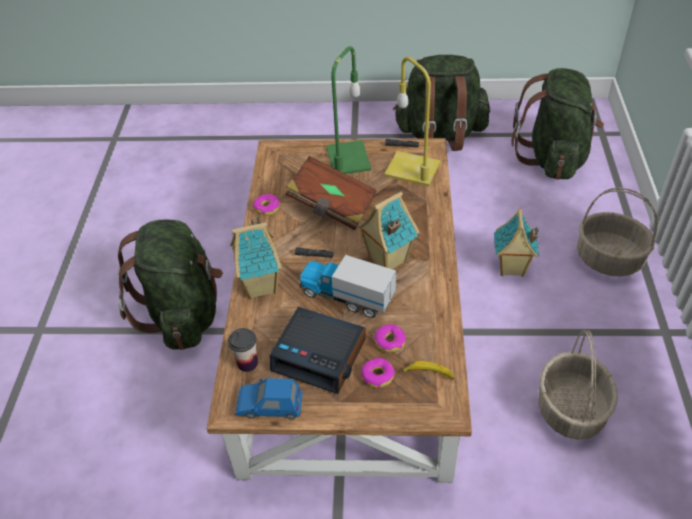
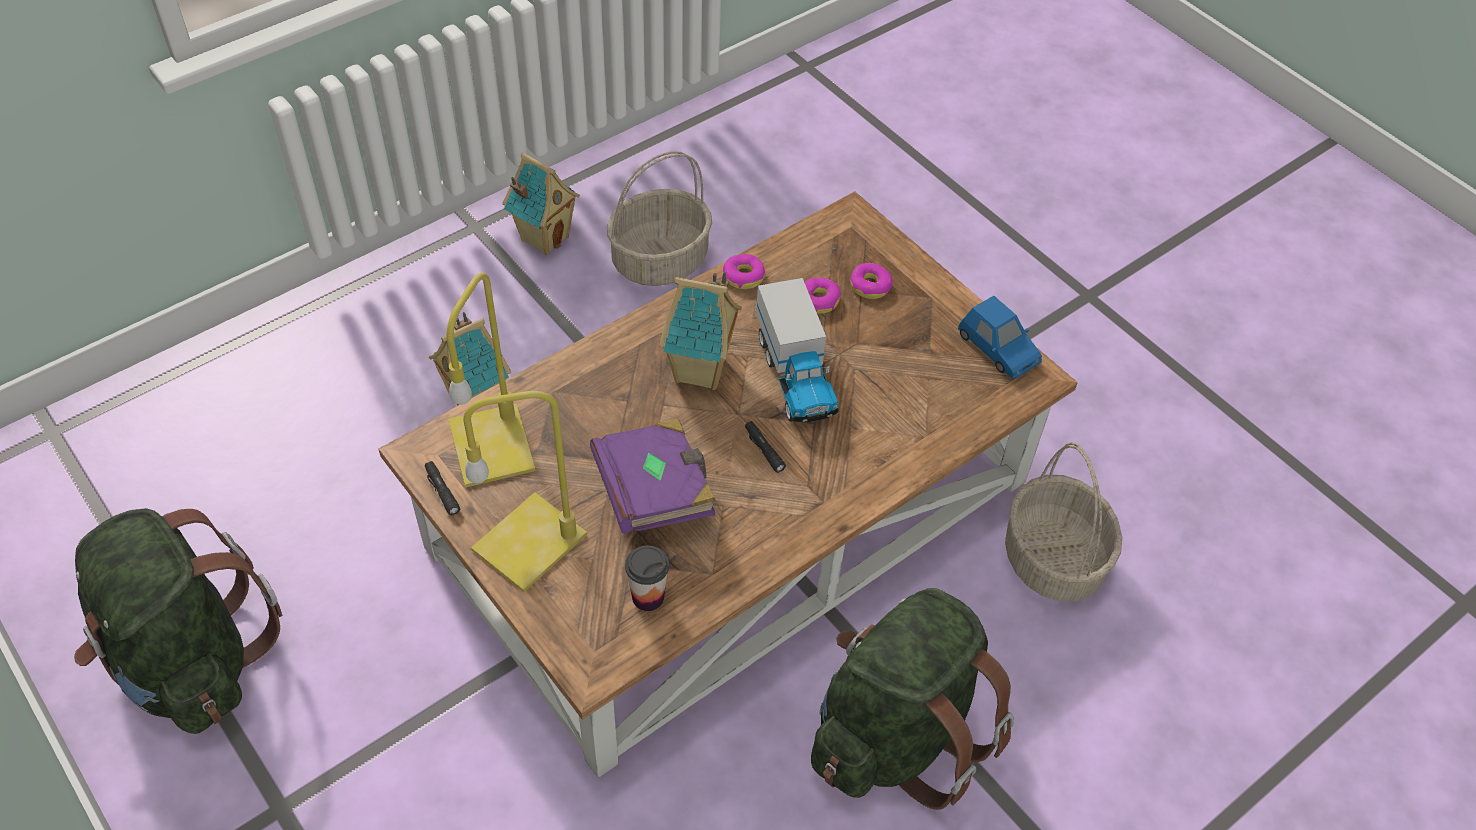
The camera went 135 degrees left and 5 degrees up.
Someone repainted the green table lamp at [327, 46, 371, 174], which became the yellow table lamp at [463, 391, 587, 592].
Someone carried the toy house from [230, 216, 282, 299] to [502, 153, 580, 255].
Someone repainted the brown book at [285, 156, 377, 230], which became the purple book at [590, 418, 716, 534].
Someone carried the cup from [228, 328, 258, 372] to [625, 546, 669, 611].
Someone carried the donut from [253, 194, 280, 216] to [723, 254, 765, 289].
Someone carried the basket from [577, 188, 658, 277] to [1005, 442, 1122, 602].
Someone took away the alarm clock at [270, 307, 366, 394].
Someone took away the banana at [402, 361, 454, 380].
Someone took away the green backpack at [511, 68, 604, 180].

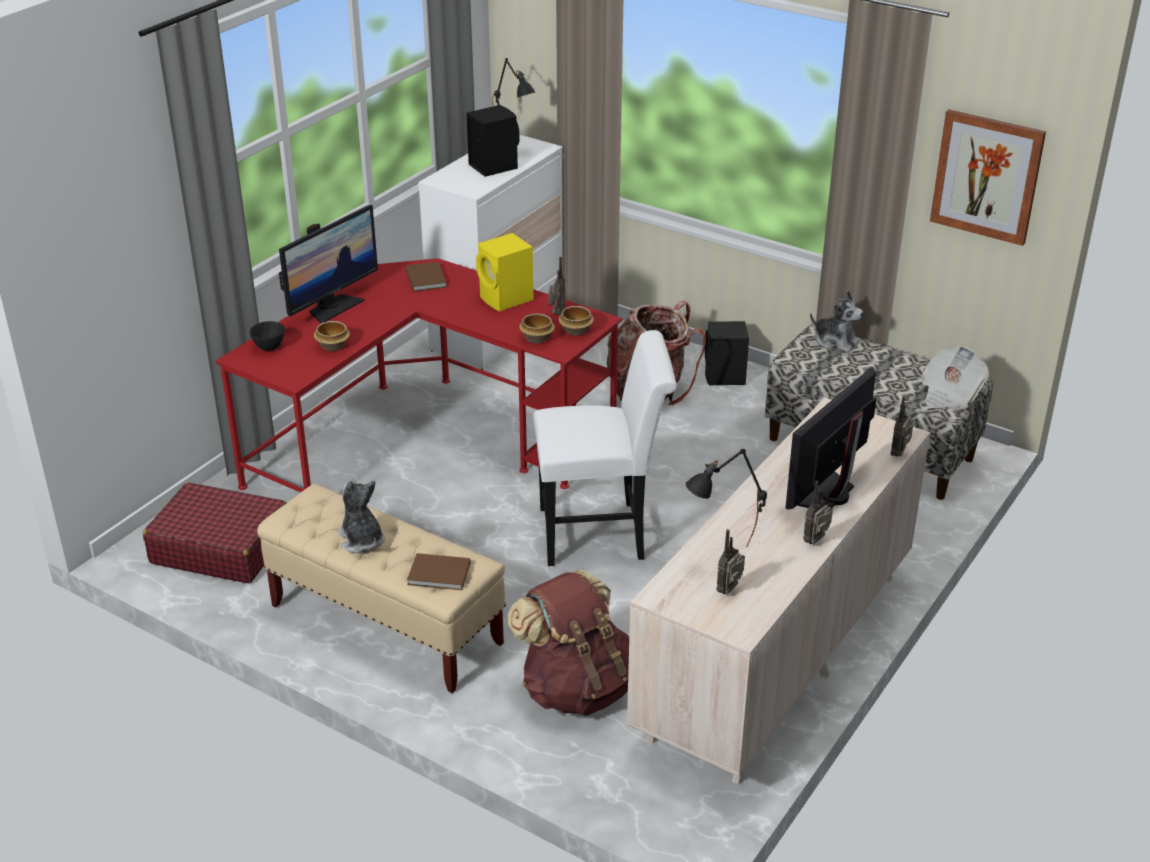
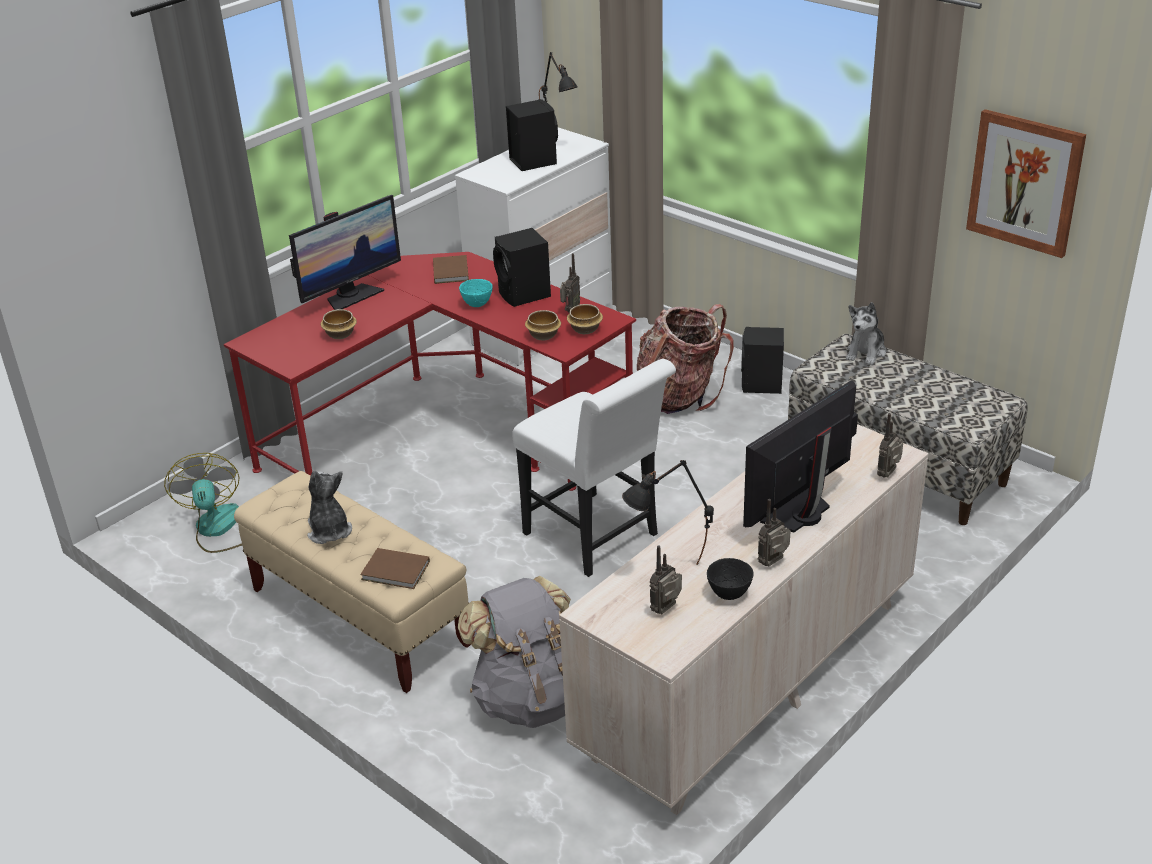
The camera went 10 degrees right and 0 degrees up.
Someone swapped the red suitcase at [143, 483, 286, 583] for the fan at [164, 453, 242, 553].
Someone repainted the brown backpack at [508, 570, 629, 715], which became the grey backpack at [458, 576, 571, 728].
Someone put down the turquoise bowl at [459, 279, 493, 307].
Someone repainted the yellow speaker at [476, 233, 533, 311], which became the black speaker at [493, 228, 551, 307].
Someone rotated the white chair at [533, 330, 677, 566] by 45 degrees clockwise.
Someone carried the black bowl from [250, 321, 285, 351] to [707, 558, 754, 600].
Someone rotated the plush toy at [810, 290, 863, 353] by 75 degrees clockwise.
Someone took away the newspaper at [922, 346, 989, 409].

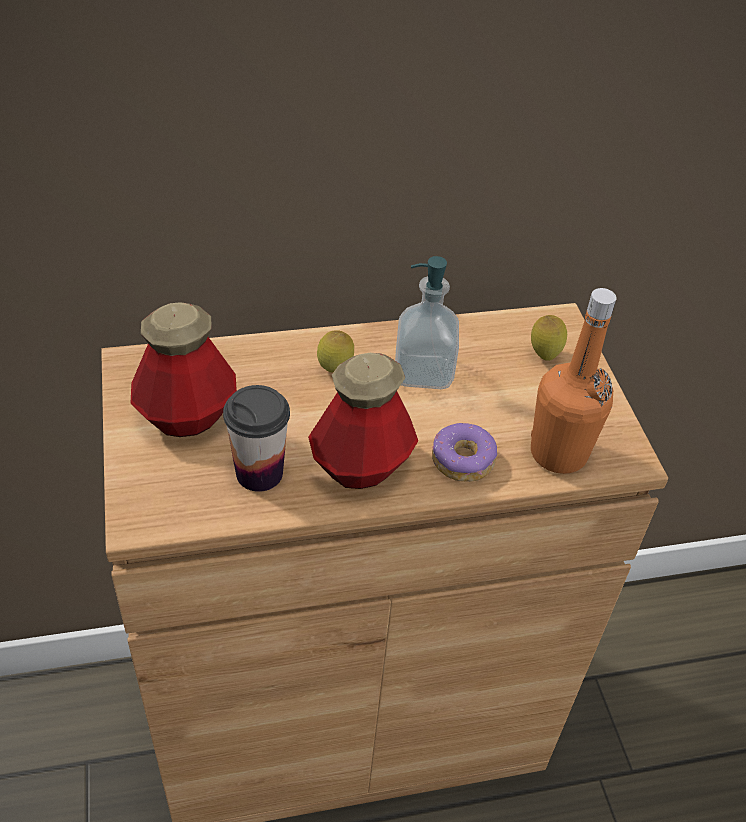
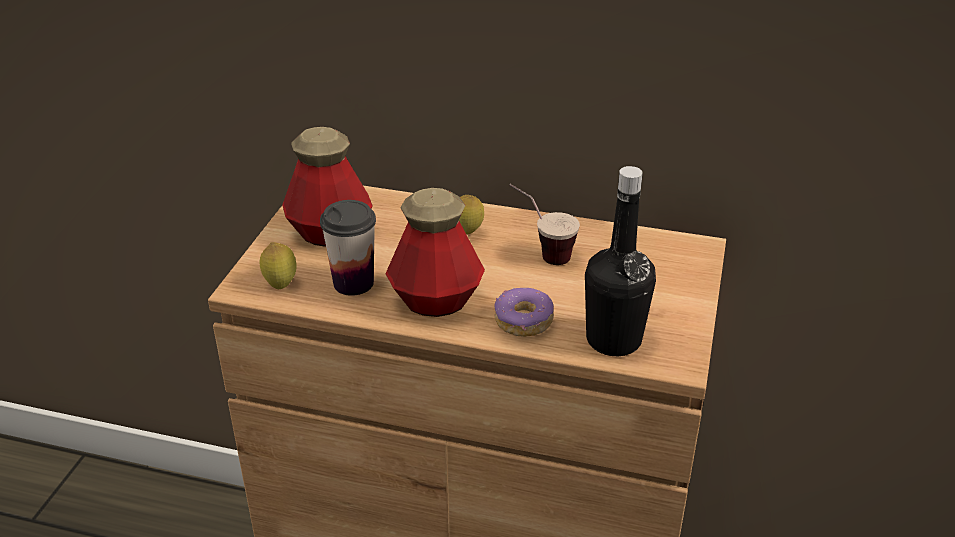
The camera went 30 degrees right and 10 degrees down.
Someone carried the lemon from [531, 315, 567, 361] to [260, 242, 297, 289].
Someone swapped the soap dispenser at [395, 256, 459, 389] for the cup at [509, 184, 580, 265].
Someone repainted the orange bottle at [531, 288, 617, 474], which became the black bottle at [585, 166, 656, 356].

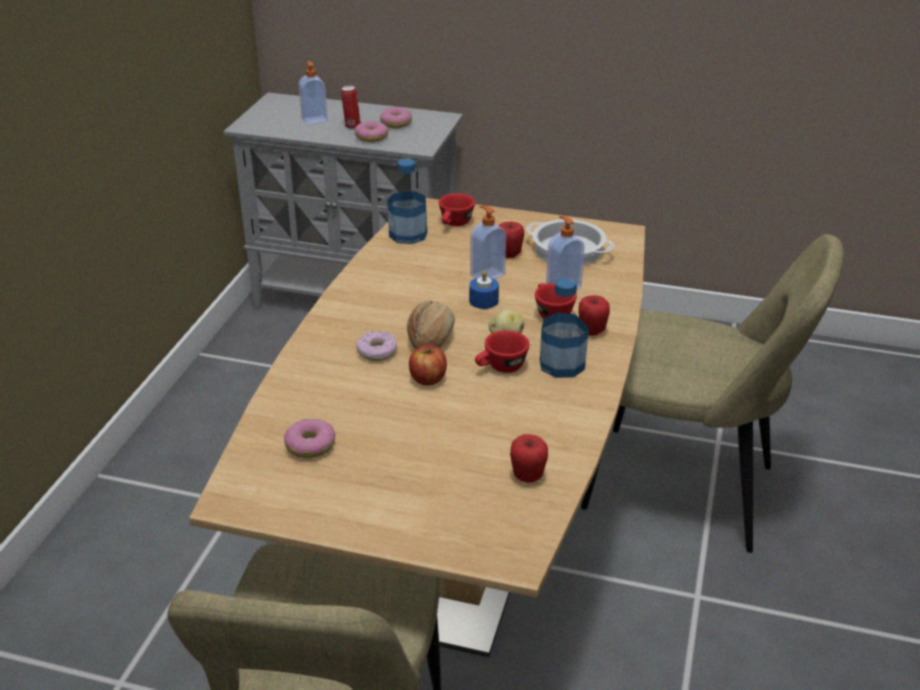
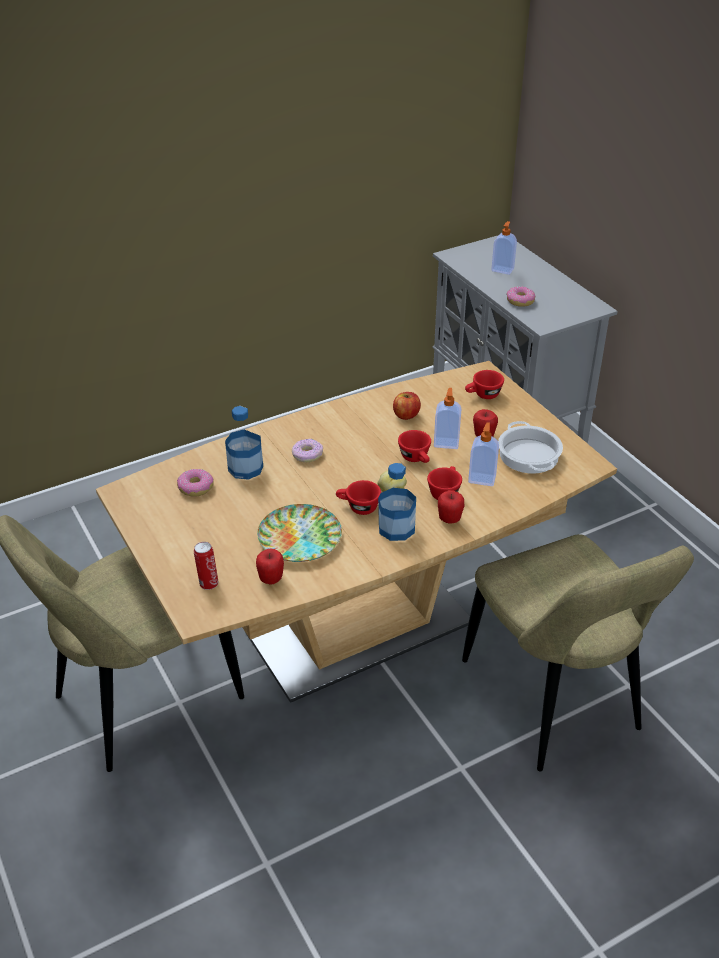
The camera went 45 degrees right and 5 degrees up.
Someone carried the can from [341, 85, 361, 129] to [194, 542, 218, 590].
Someone carried the bottle from [387, 159, 427, 244] to [225, 406, 263, 480].
Someone put down the plate at [257, 504, 342, 562].
Someone carried the apple from [409, 344, 447, 385] to [393, 392, 421, 420].
Someone swapped the blue candle at [469, 270, 499, 309] for the red cup at [398, 430, 431, 463].
Someone took away the donut at [380, 107, 412, 128].
Someone took away the bread at [407, 301, 455, 349].

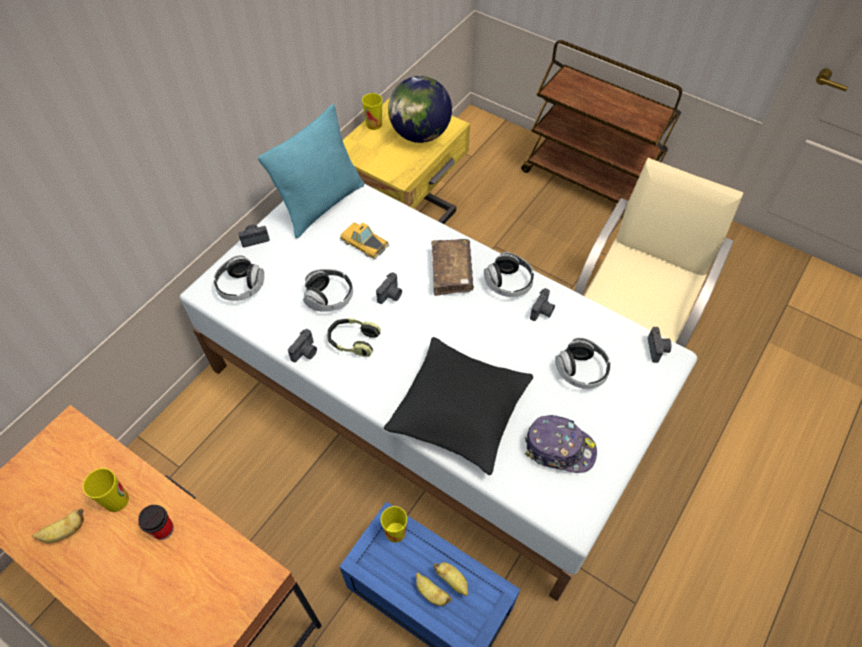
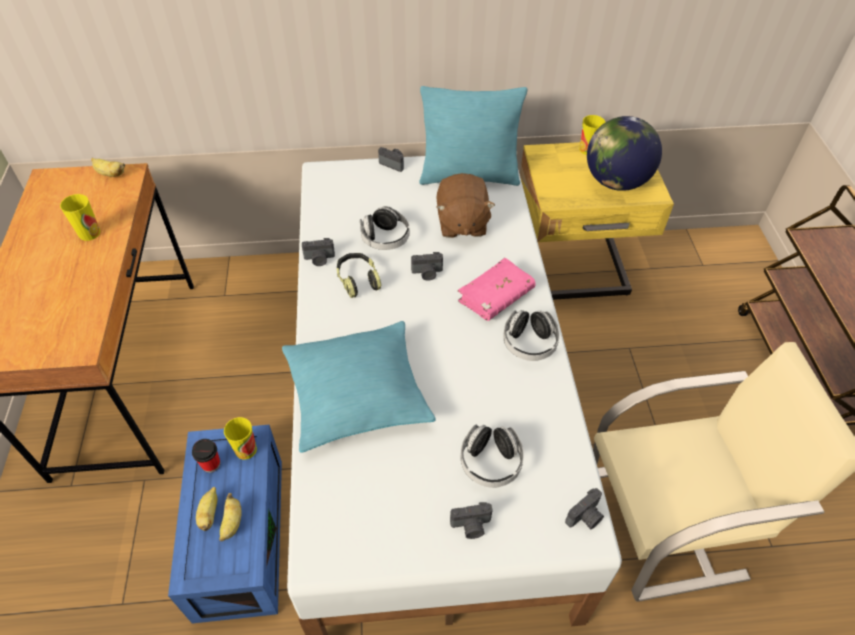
The camera went 50 degrees right and 5 degrees down.
Someone carried the banana from [32, 508, 84, 543] to [91, 158, 125, 177].
Someone carried the cup from [138, 505, 174, 540] to [192, 439, 220, 473].
Someone repainted the black pillow at [384, 337, 533, 475], which became the turquoise pillow at [282, 321, 436, 453].
Someone swapped the toy car at [340, 222, 389, 259] for the brown plush toy at [436, 173, 495, 238].
Someone carried the photo camera from [530, 288, 555, 321] to [450, 502, 493, 539].
Someone repainted the brown book at [431, 239, 474, 296], which became the pink book at [458, 258, 536, 321].
Someone took away the headphones at [213, 255, 264, 301].
Someone took away the cap at [525, 415, 597, 473].

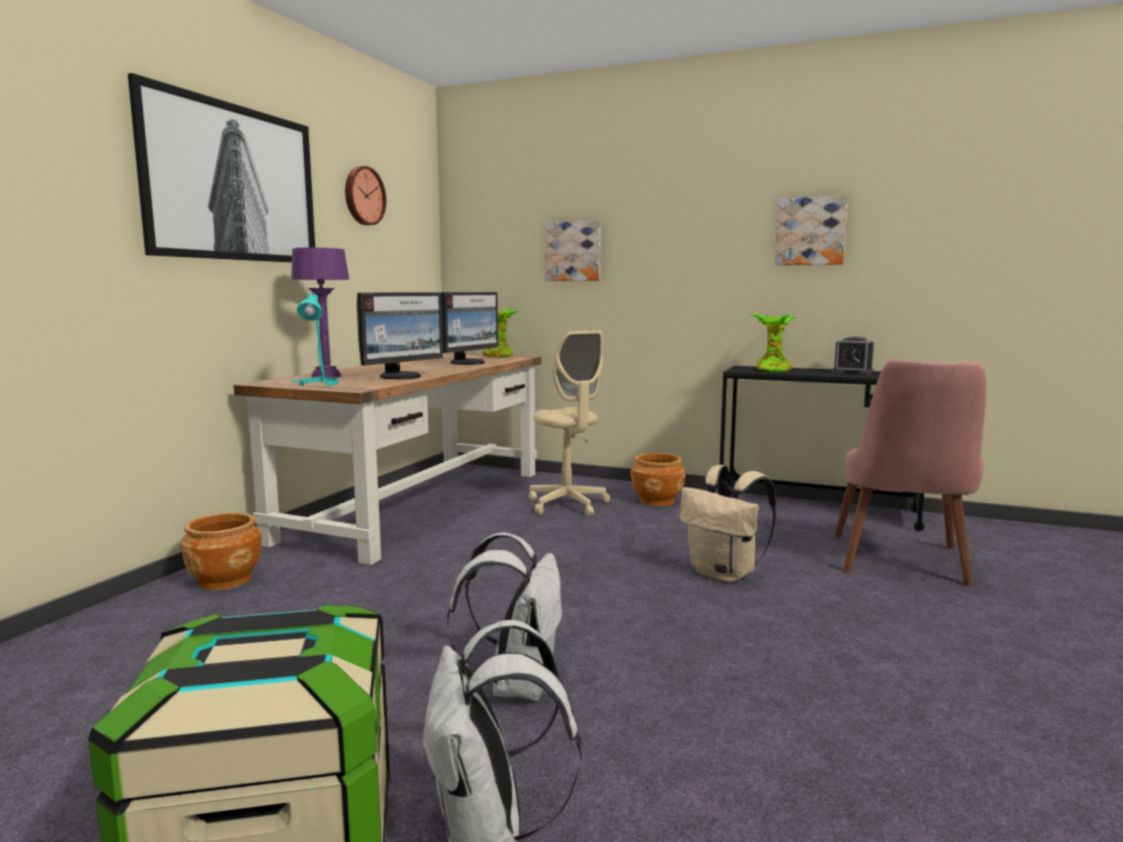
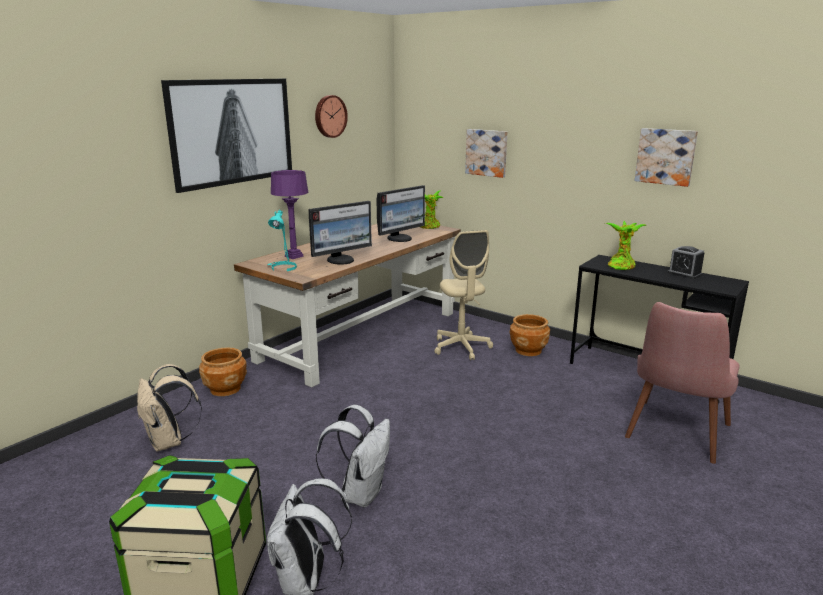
The camera went 15 degrees right and 10 degrees up.
Someone carried the beige backpack from [679, 465, 776, 583] to [137, 364, 202, 452].

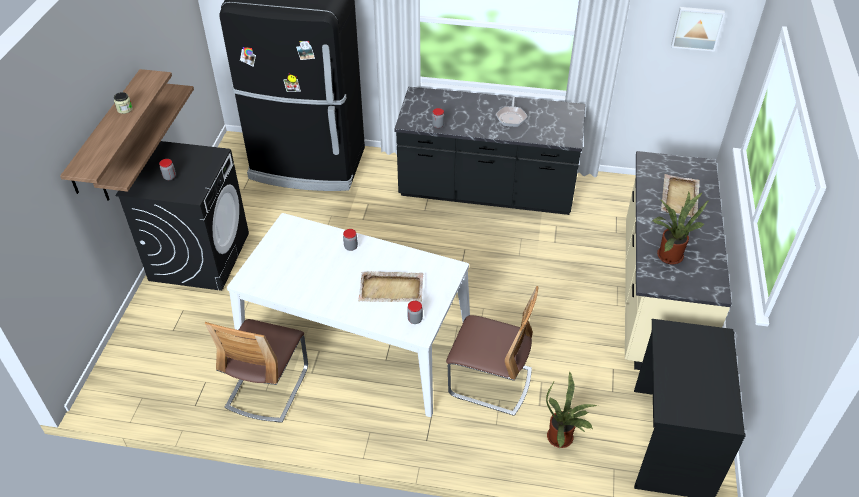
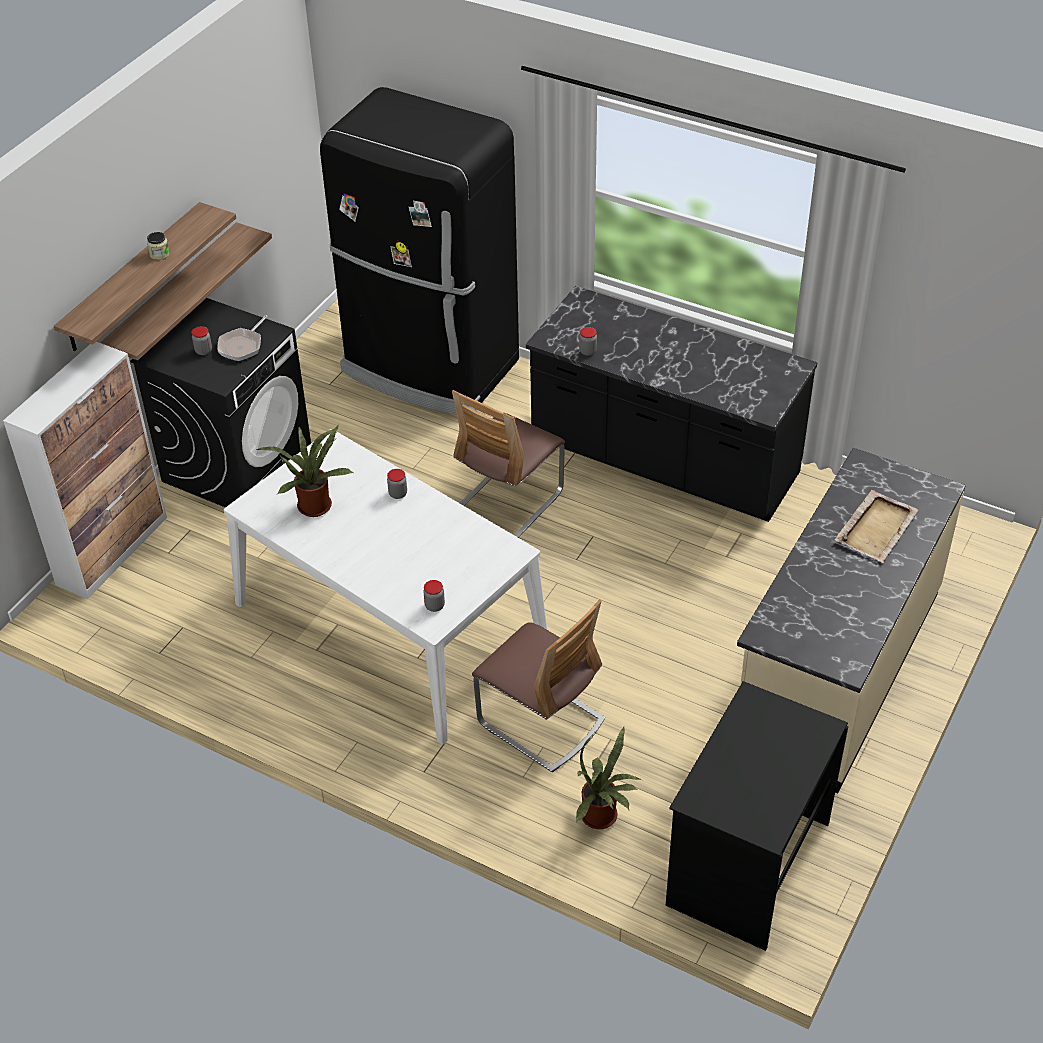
The camera went 20 degrees right and 0 degrees up.
Someone put down the cabinet at [3, 342, 167, 599].
Someone carried the frying pan from [496, 96, 528, 127] to [217, 315, 268, 361].
Someone carried the potted plant from [653, 191, 709, 264] to [255, 425, 353, 517].
Someone carried the chair from [205, 319, 308, 423] to [452, 390, 565, 538].
Someone took away the beige tray at [358, 271, 424, 302].
Someone took away the picture at [671, 7, 725, 52].

